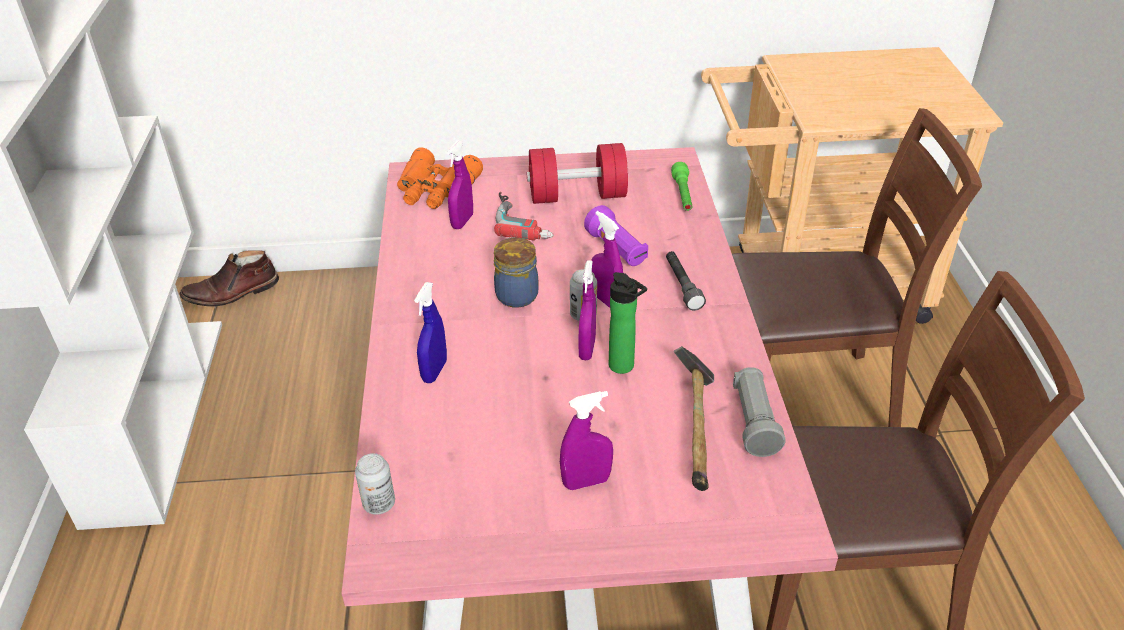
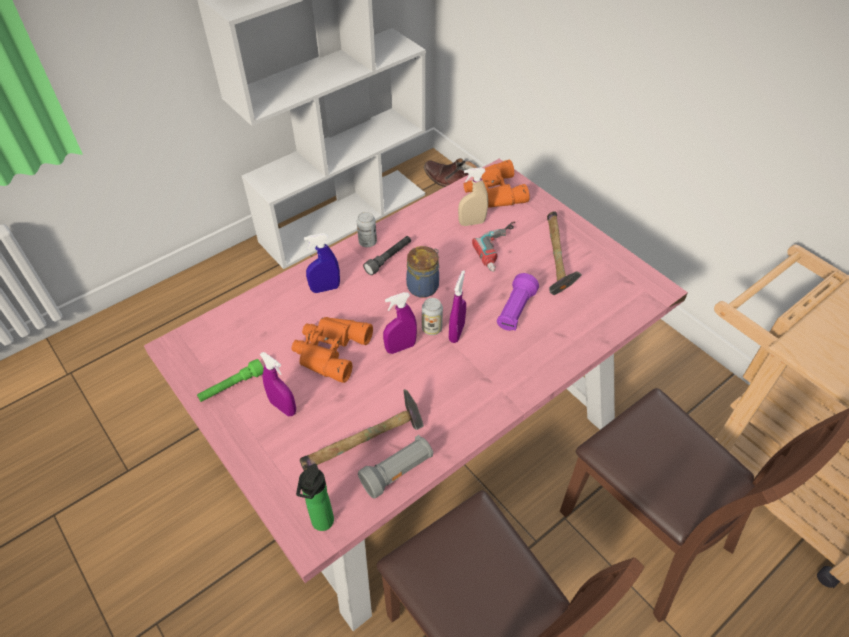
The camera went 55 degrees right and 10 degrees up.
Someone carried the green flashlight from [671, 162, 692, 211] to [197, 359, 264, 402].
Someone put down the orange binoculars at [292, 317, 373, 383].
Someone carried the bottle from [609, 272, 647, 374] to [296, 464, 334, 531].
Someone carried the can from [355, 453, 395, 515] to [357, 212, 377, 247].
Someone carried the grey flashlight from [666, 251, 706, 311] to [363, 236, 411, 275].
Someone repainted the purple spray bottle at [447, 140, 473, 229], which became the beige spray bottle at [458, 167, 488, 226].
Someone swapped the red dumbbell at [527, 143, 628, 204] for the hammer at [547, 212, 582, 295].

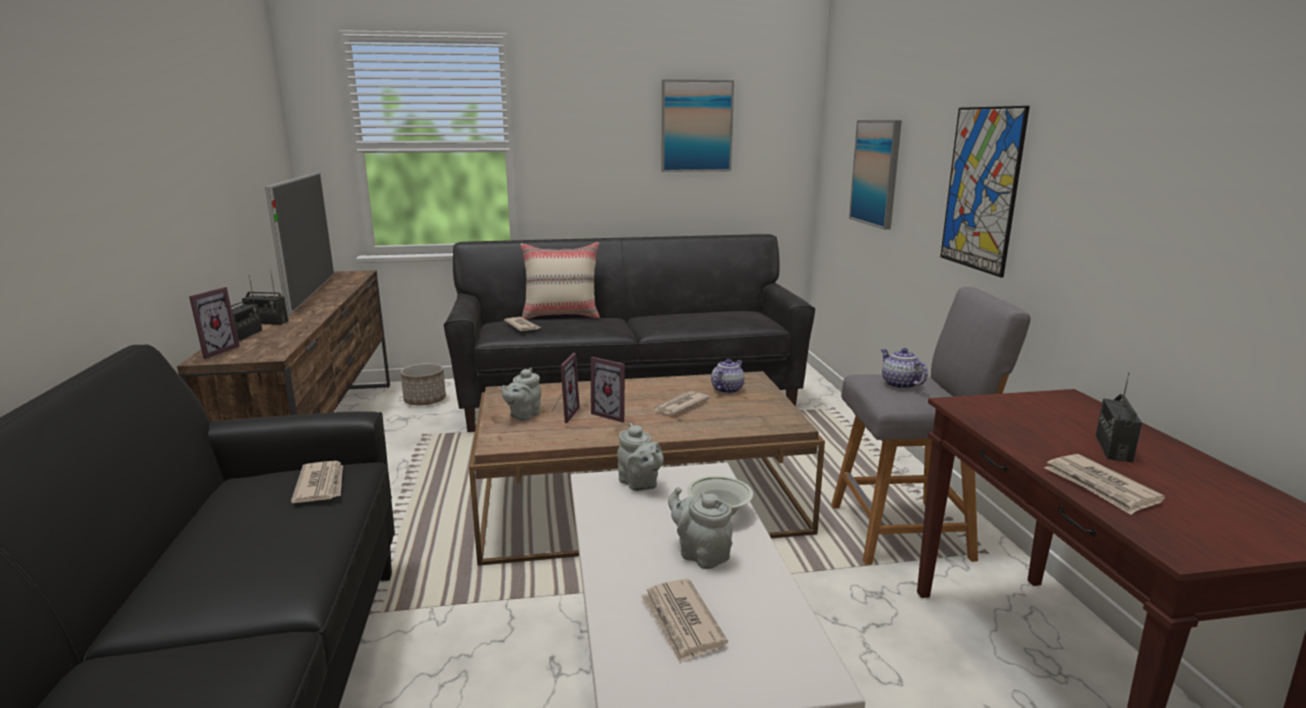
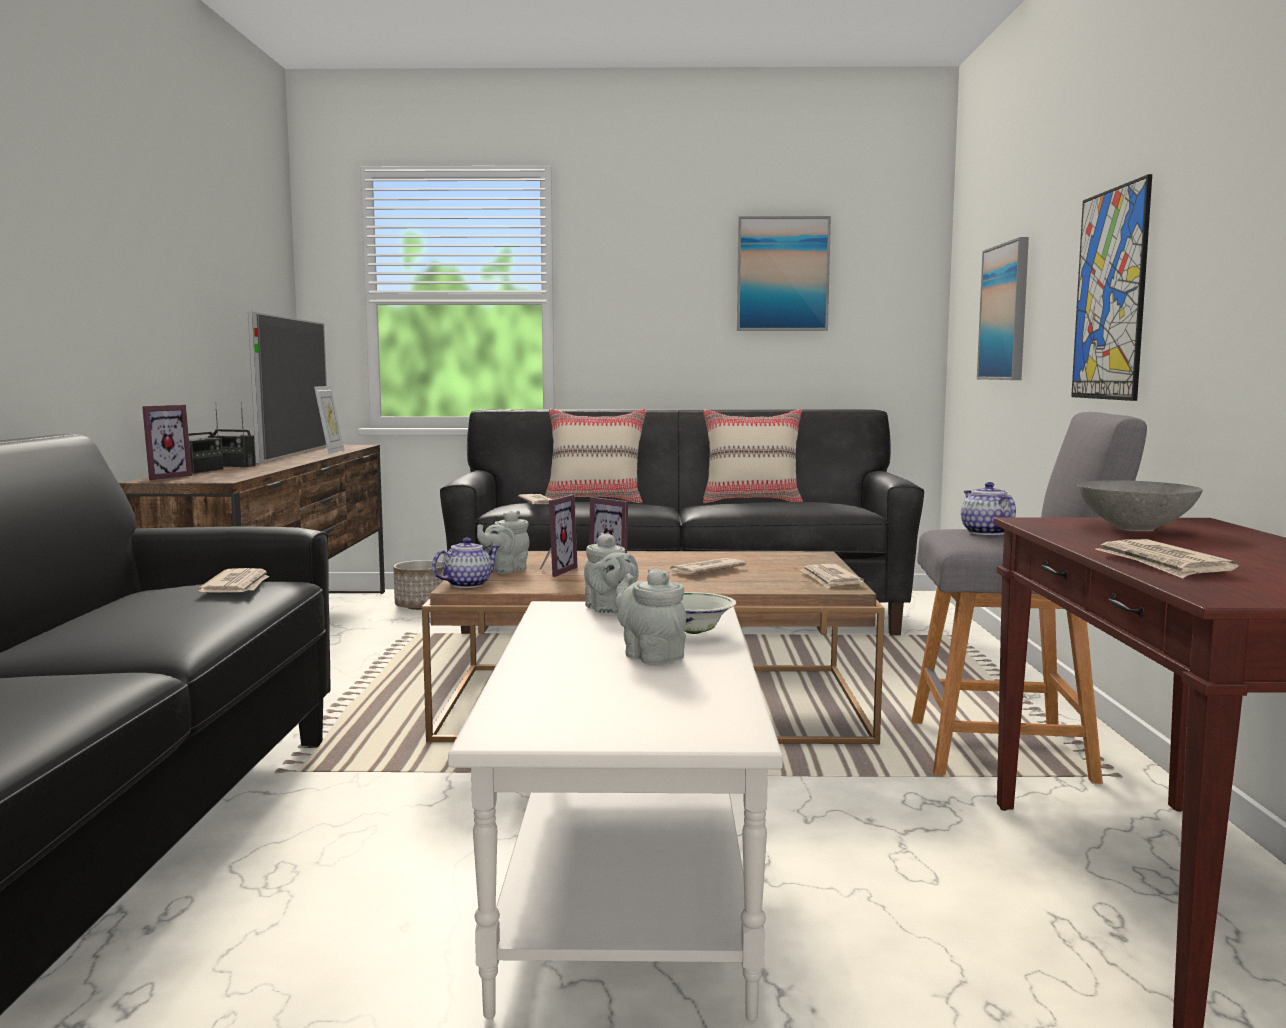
The camera went 10 degrees right and 10 degrees down.
Someone put down the picture frame at [314, 386, 344, 454].
Someone carried the teapot from [711, 359, 745, 394] to [432, 538, 500, 588].
Someone put down the beige pillow at [703, 409, 803, 503].
Someone carried the newspaper from [641, 579, 728, 663] to [800, 564, 864, 588].
Someone put down the grey bowl at [1077, 480, 1203, 531].
Someone took away the radio at [1096, 373, 1142, 463].

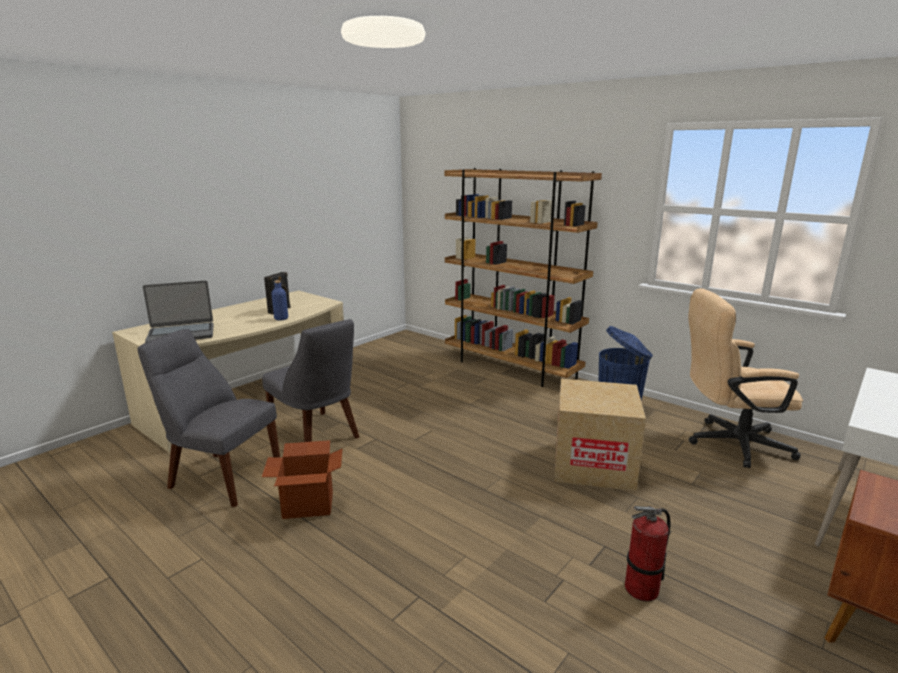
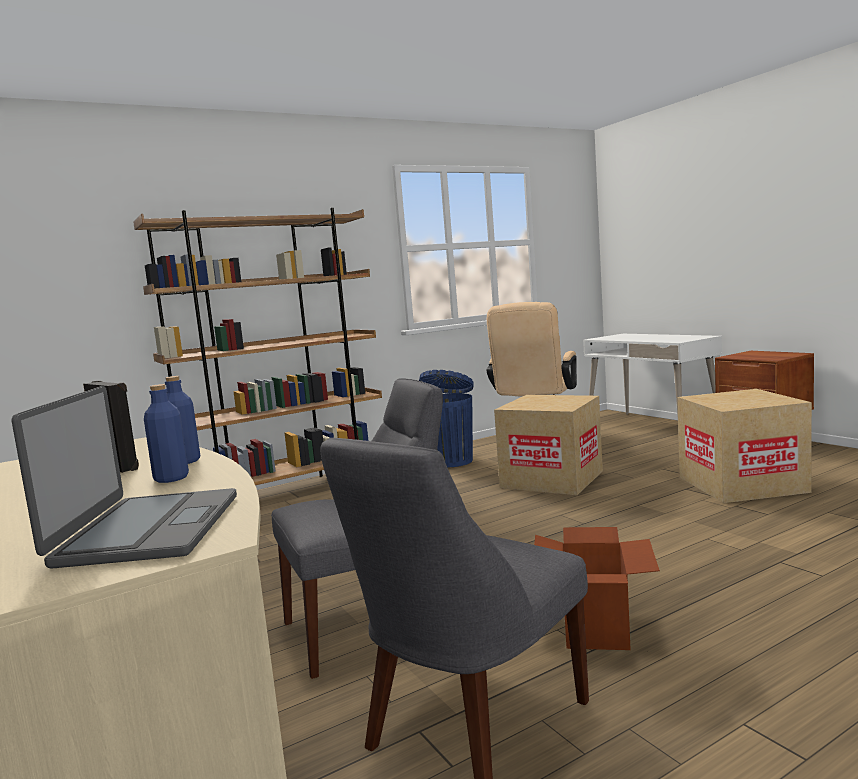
The camera went 70 degrees left and 10 degrees down.
Someone put down the blue bottle at [144, 384, 189, 483].
Someone swapped the fire extinguisher at [625, 506, 670, 601] for the cardboard box at [677, 389, 812, 503].

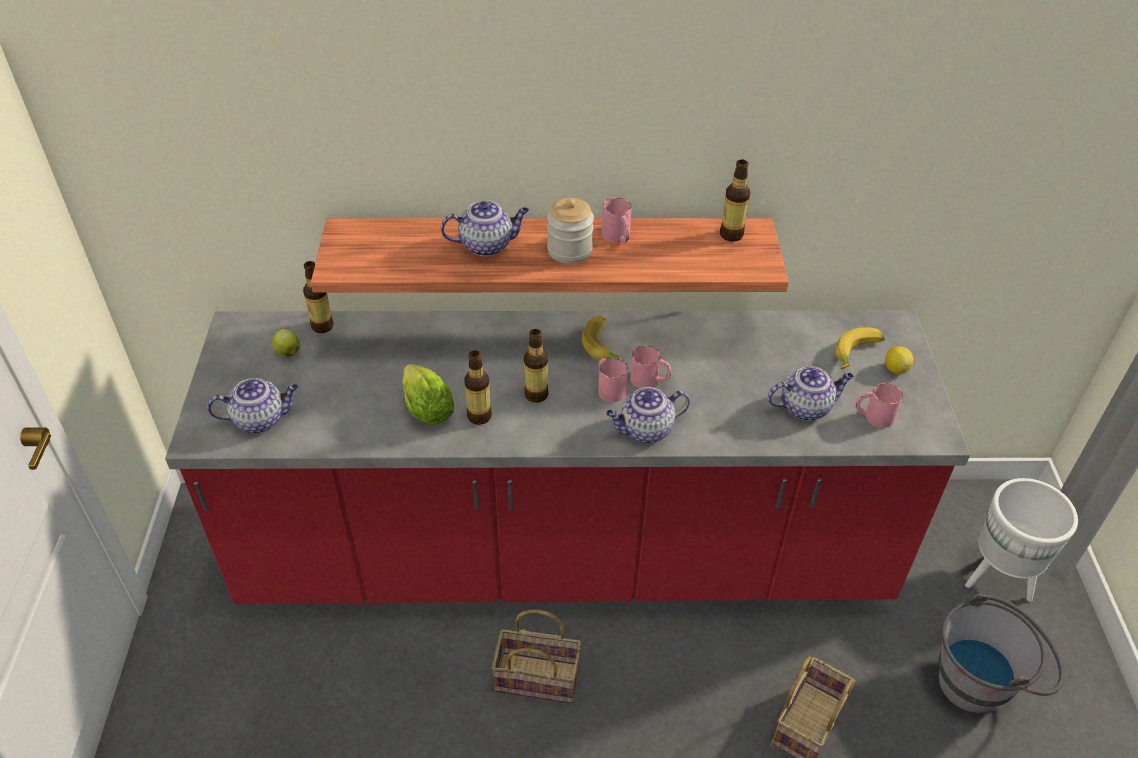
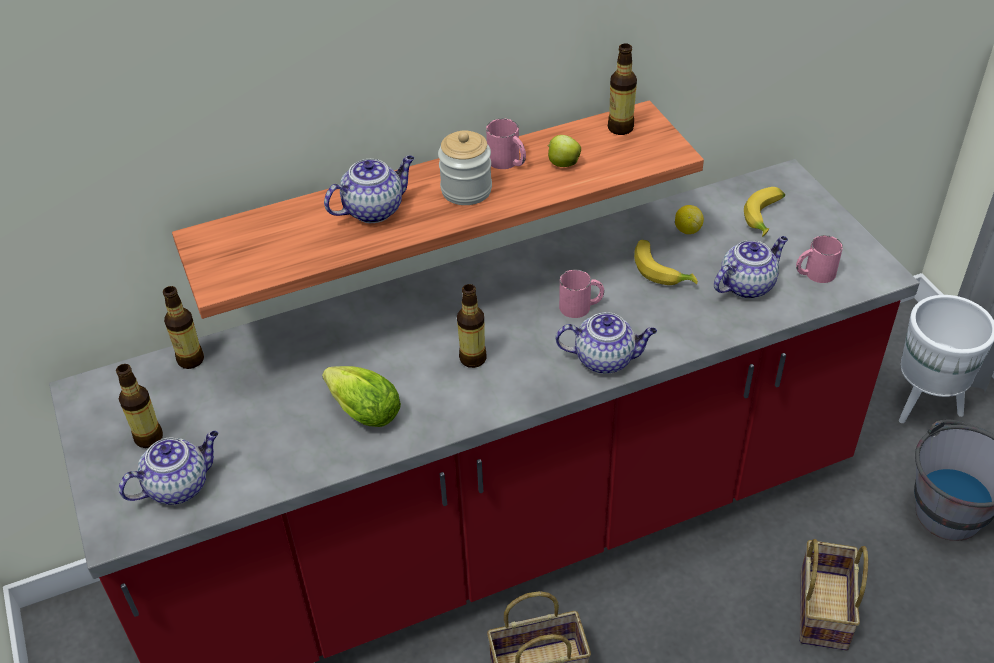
The camera went 20 degrees left and 0 degrees up.
Someone carried the bottle from [465, 350, 492, 425] to [116, 364, 163, 448].
Someone carried the apple from [272, 329, 300, 357] to [547, 135, 581, 167].
Someone rotated the teapot at [606, 387, 690, 443] by 135 degrees counterclockwise.
Someone carried the banana from [582, 315, 620, 360] to [634, 240, 698, 285].
Someone carried the lemon from [885, 346, 913, 374] to [675, 205, 704, 234].
Someone took away the pink mug at [598, 358, 628, 402].

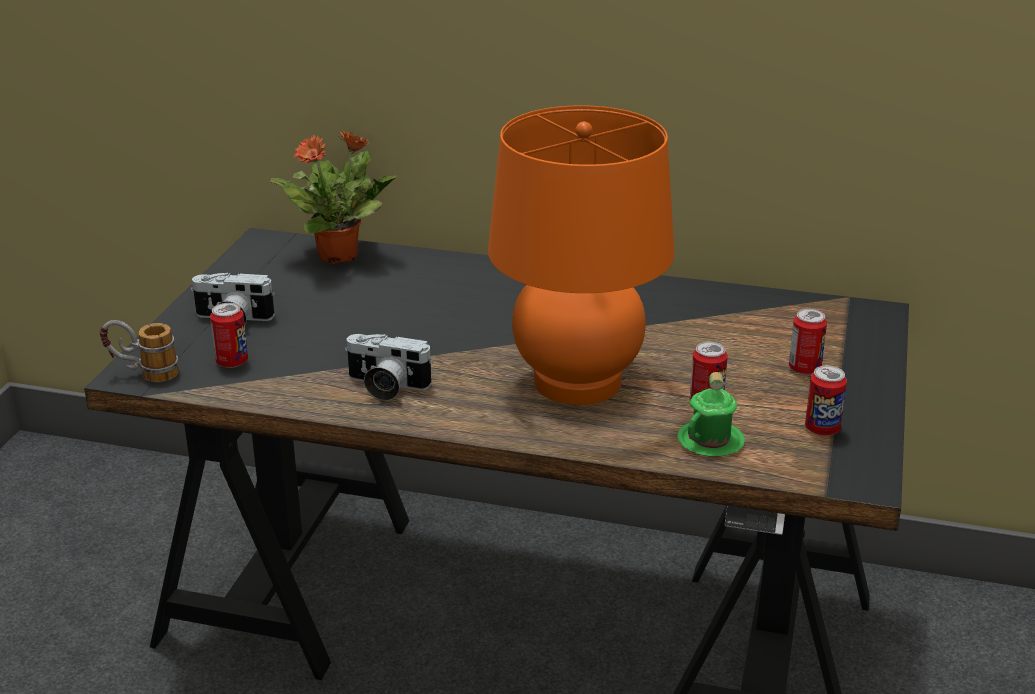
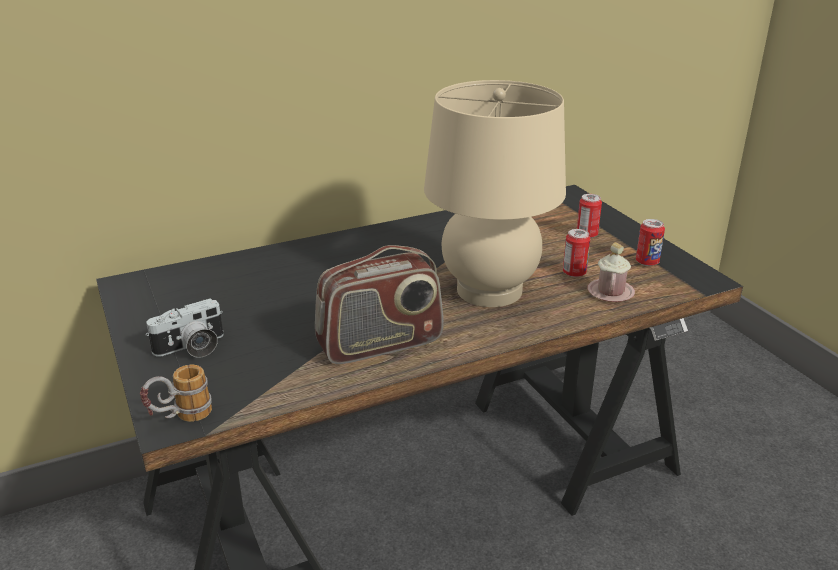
The camera went 40 degrees left and 0 degrees up.
Someone swapped the photo camera at [345, 334, 433, 401] for the radio at [315, 245, 444, 364].
Someone repainted the orange table lamp at [488, 105, 674, 405], which became the beige table lamp at [424, 80, 566, 307].
Someone repainted the green mug at [677, 372, 745, 457], which became the pink mug at [587, 242, 635, 302].
Someone took away the can at [210, 303, 248, 368].
Someone took away the potted plant at [270, 130, 397, 264].

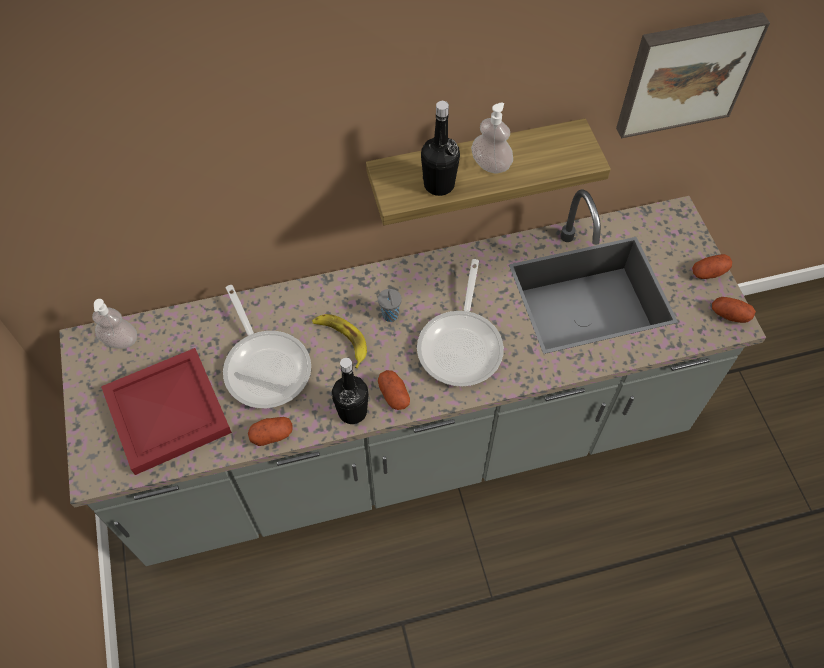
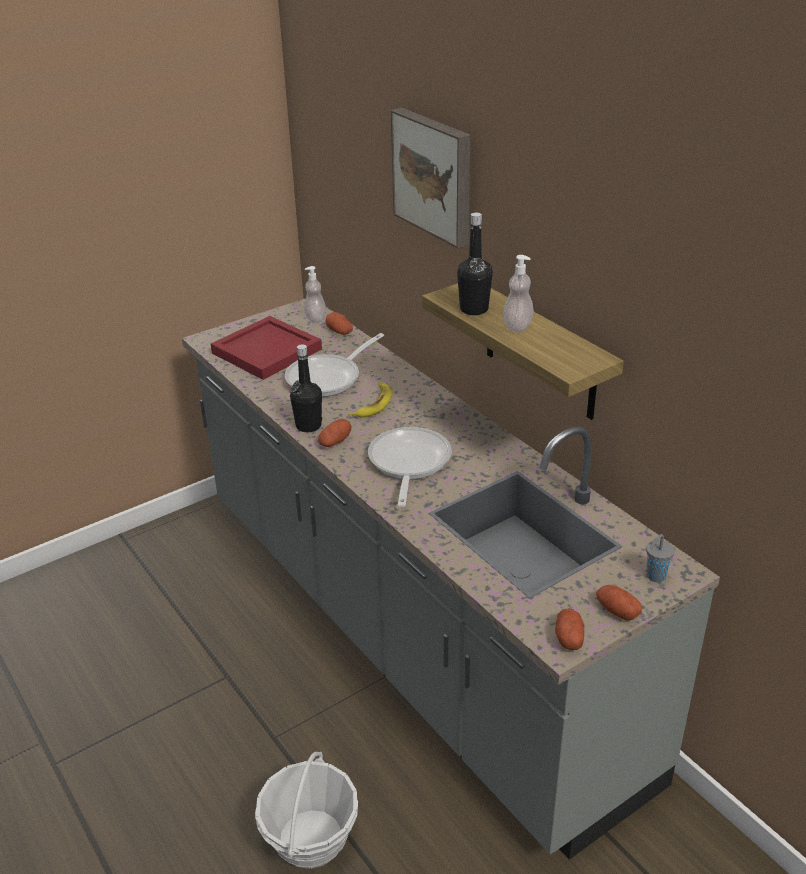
The camera went 70 degrees right and 25 degrees down.
Someone put down the basket at [255, 752, 358, 869].
Someone carried the potato from [248, 417, 293, 446] to [326, 312, 353, 335].
Someone rotated the frying pan at [417, 259, 504, 386] by 105 degrees clockwise.
Someone carried the picture from [616, 12, 770, 138] to [391, 108, 470, 248].
Someone carried the grey cup from [378, 289, 402, 322] to [646, 534, 675, 582].

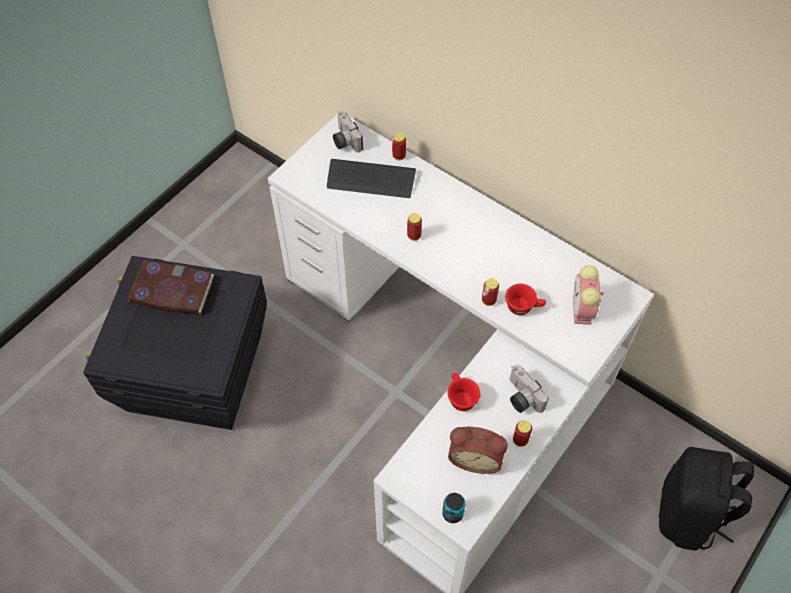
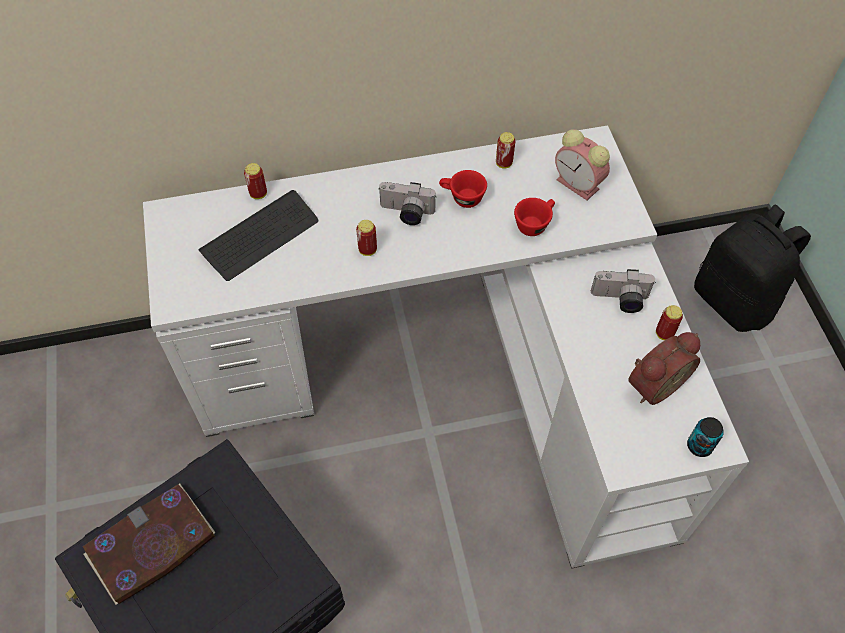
The camera went 50 degrees left and 0 degrees up.
Someone carried the photo camera from [333, 111, 363, 152] to [378, 182, 436, 225].
Someone carried the red cup from [448, 373, 480, 411] to [439, 170, 487, 208].
Someone carried the can from [482, 278, 499, 306] to [496, 132, 515, 169].

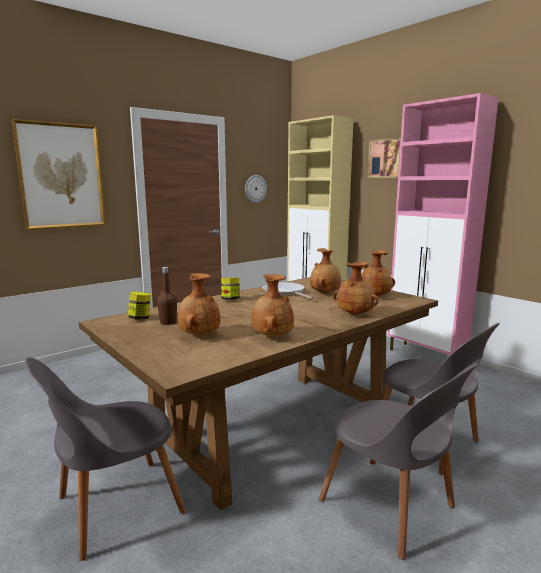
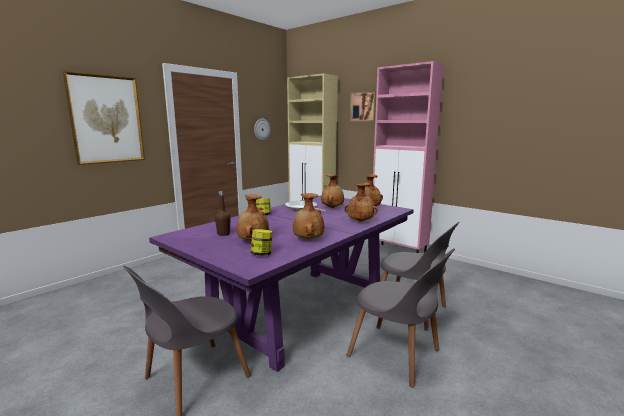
The camera went 10 degrees left and 0 degrees up.
Someone repainted the brown dining table at [79, 277, 438, 511], which became the purple dining table at [149, 195, 414, 372].
Someone carried the jar from [128, 292, 151, 320] to [251, 229, 273, 256].

